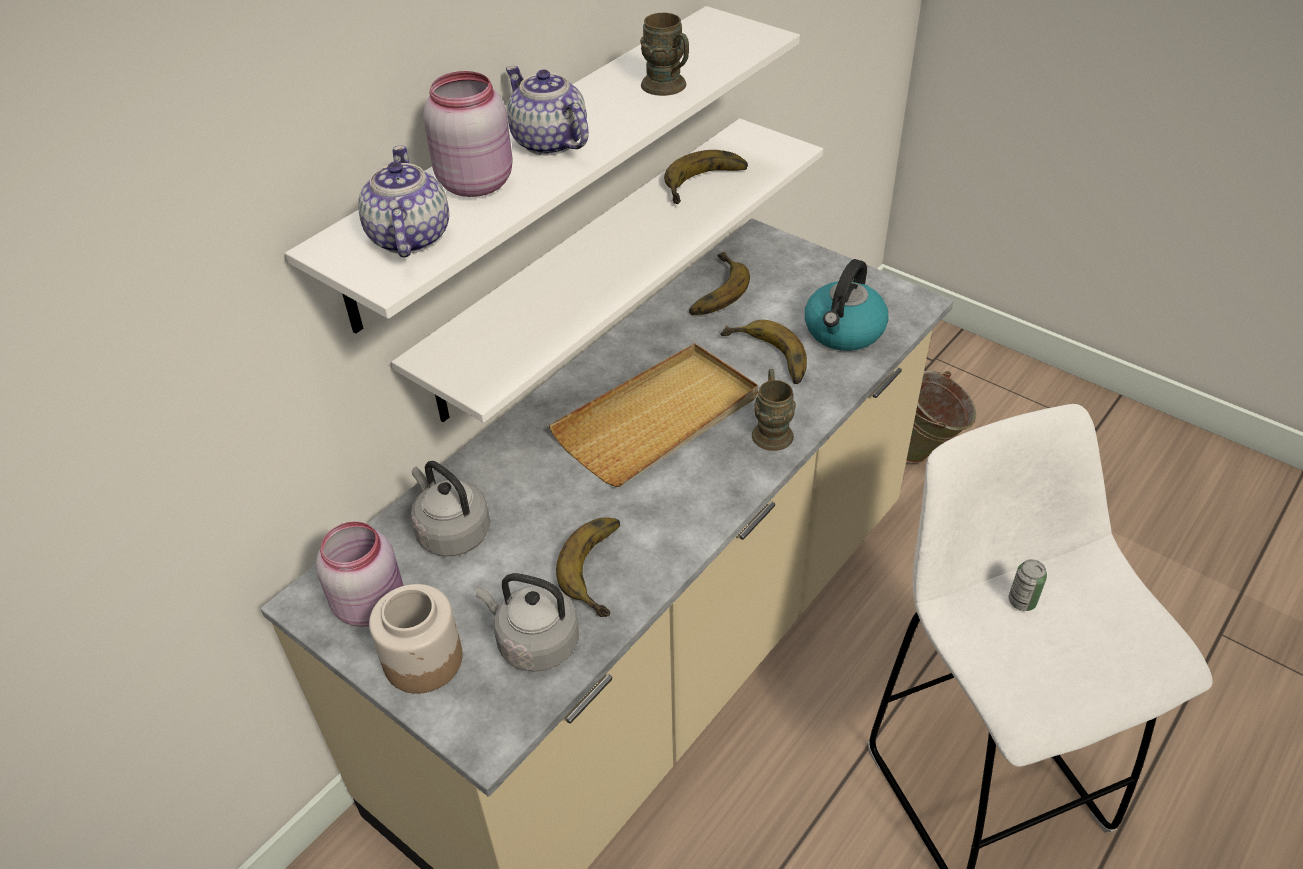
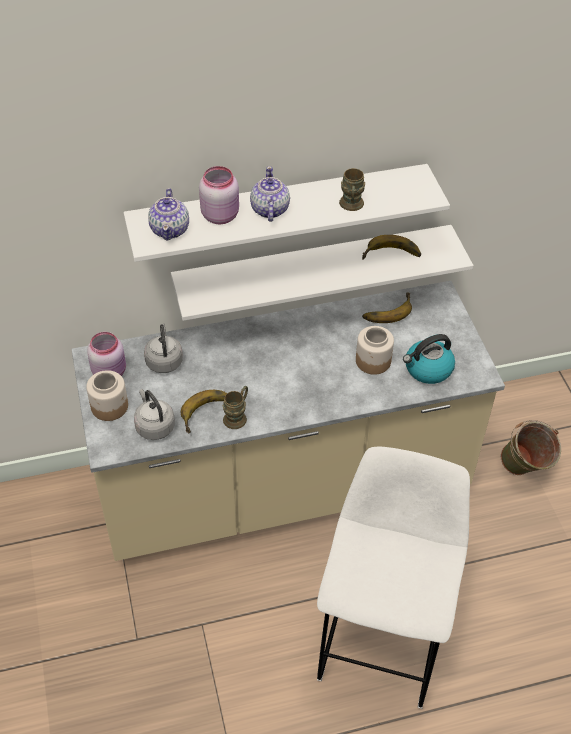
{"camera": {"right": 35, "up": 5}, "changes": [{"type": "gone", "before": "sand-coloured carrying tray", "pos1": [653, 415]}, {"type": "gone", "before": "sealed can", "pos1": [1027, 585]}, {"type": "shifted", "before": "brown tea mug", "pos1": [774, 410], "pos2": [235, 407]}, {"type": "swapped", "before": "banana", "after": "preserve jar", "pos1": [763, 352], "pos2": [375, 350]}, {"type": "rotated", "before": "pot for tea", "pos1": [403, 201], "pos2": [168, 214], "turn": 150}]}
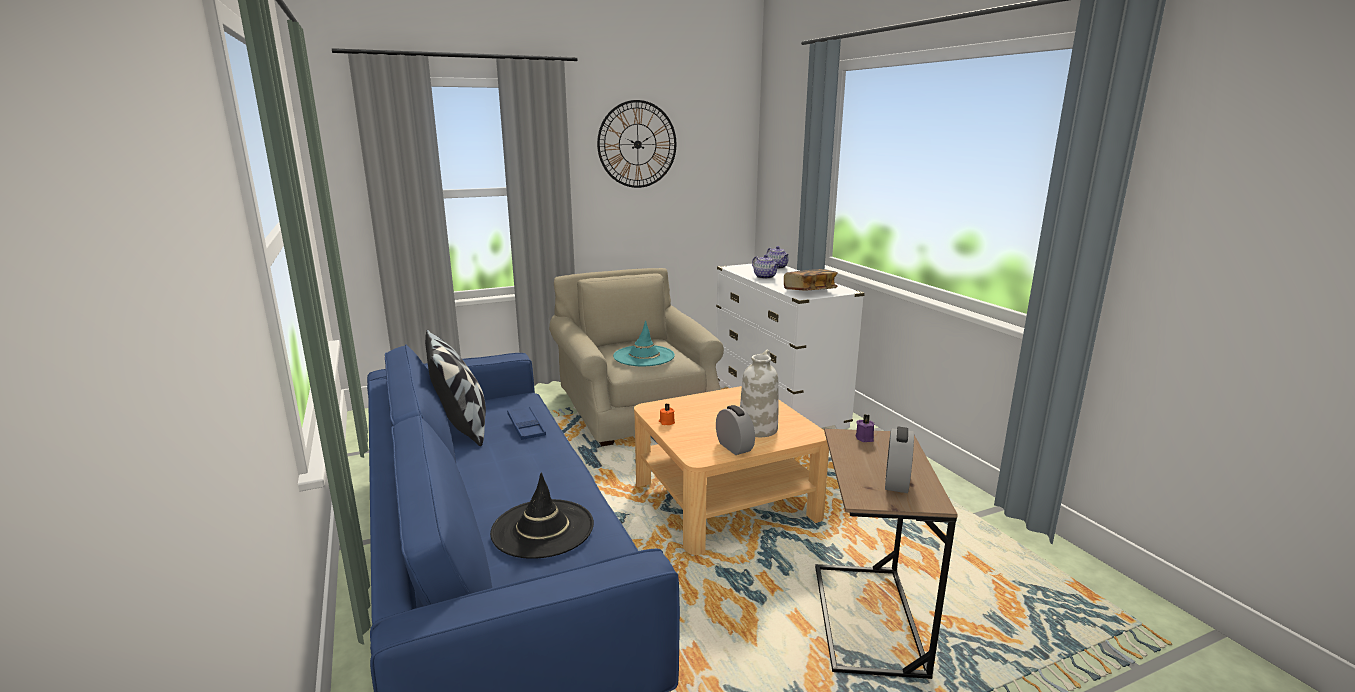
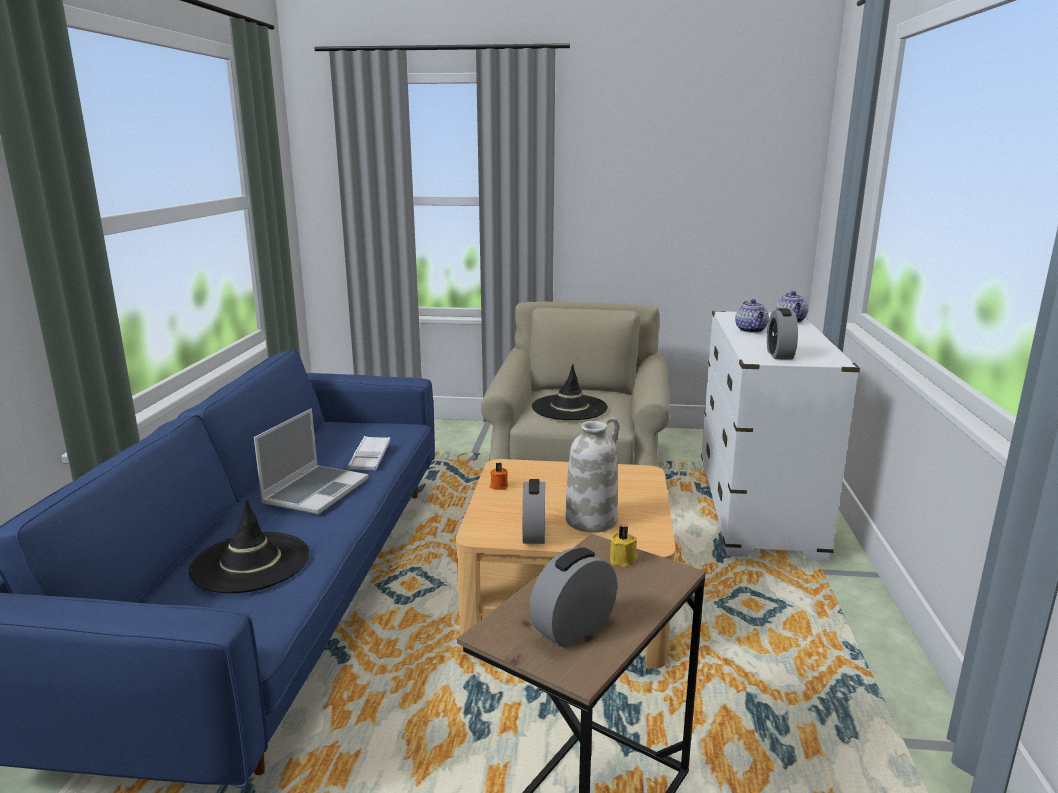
{"camera": {"right": 30, "up": 0}, "changes": [{"type": "gone", "before": "throw pillow", "pos1": [455, 387]}, {"type": "gone", "before": "wall clock", "pos1": [636, 144]}, {"type": "new", "after": "notebook computer", "pos2": [311, 461]}, {"type": "swapped", "before": "book", "after": "bedside clock", "pos1": [811, 279], "pos2": [782, 334]}, {"type": "repainted", "before": "bluish carrying tray", "after": "white-coloured carrying tray", "pos1": [526, 423], "pos2": [369, 453]}, {"type": "repainted", "before": "turquoise-coloured wearable hat", "after": "blackish wearable hat", "pos1": [644, 343], "pos2": [570, 392]}, {"type": "repainted", "before": "purple-coloured wax candle", "after": "yellow wax candle", "pos1": [865, 428], "pos2": [624, 547]}]}
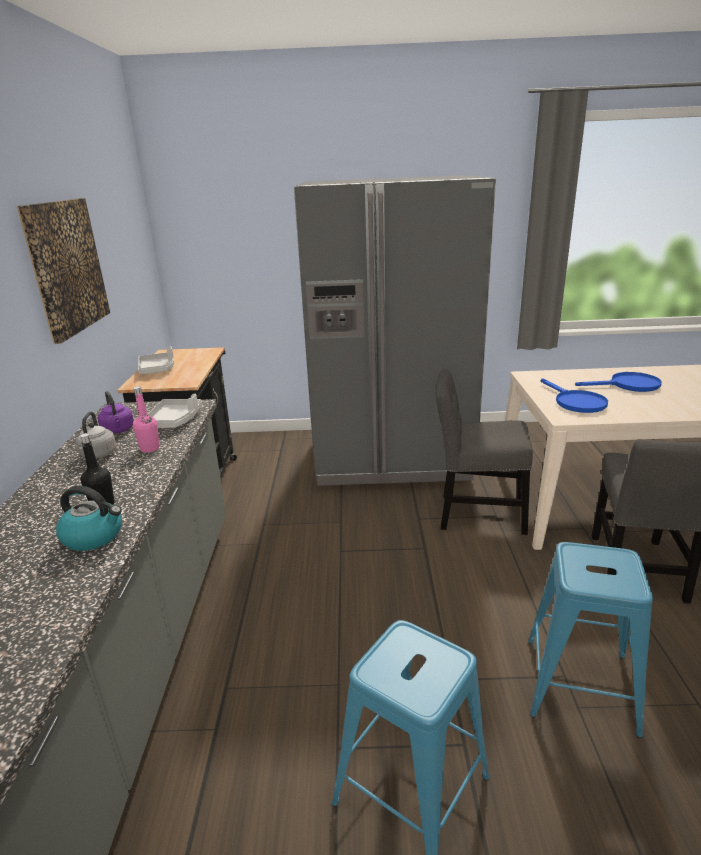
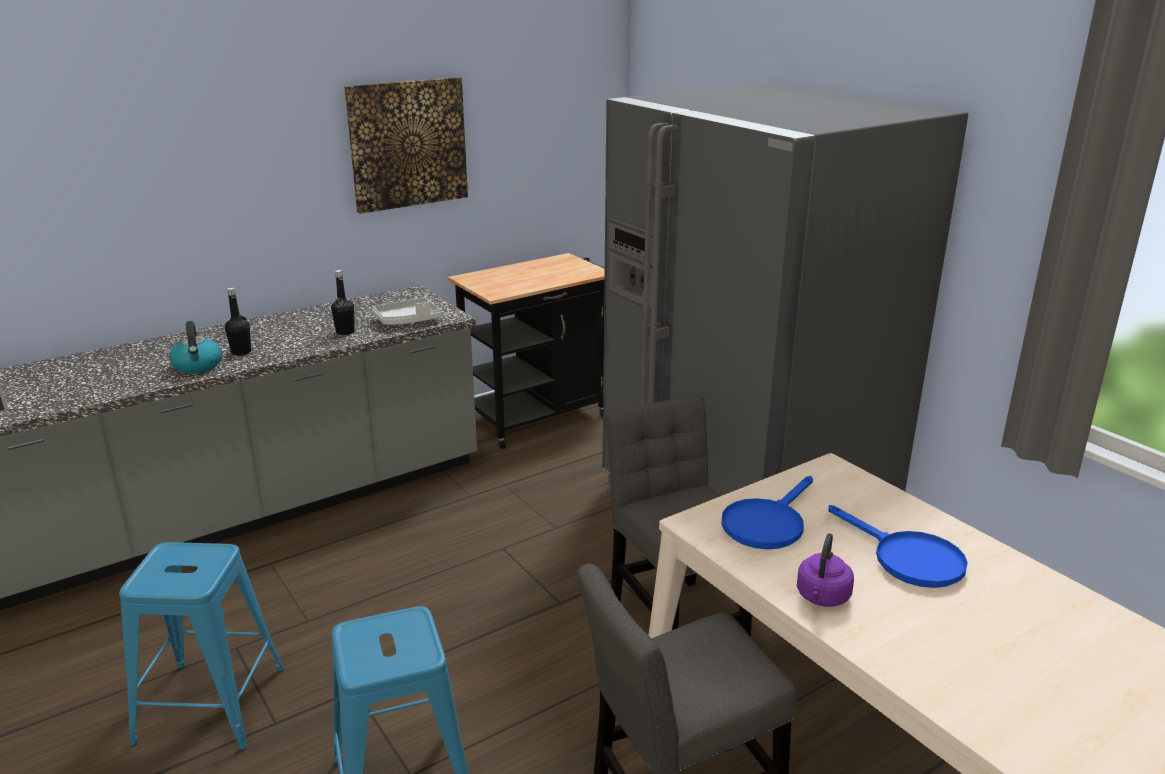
{"camera": {"right": 55, "up": 0}, "changes": [{"type": "gone", "before": "grey water kettle", "pos1": [96, 435]}, {"type": "gone", "before": "grey carrying tray", "pos1": [156, 360]}, {"type": "shifted", "before": "purple-coloured water kettle", "pos1": [116, 412], "pos2": [825, 570]}, {"type": "repainted", "before": "pink-coloured bottle", "after": "blackish bottle", "pos1": [146, 419], "pos2": [343, 302]}]}
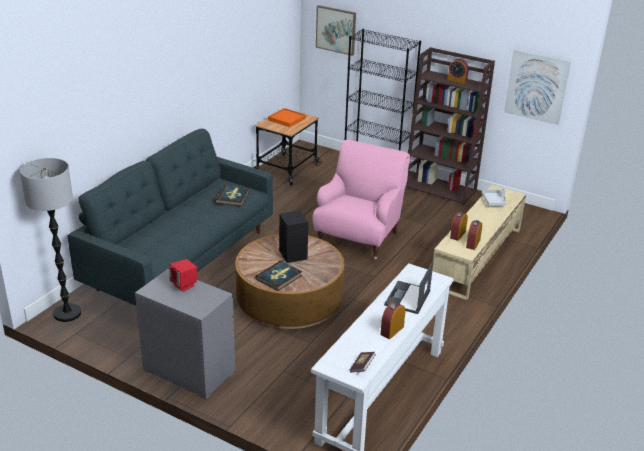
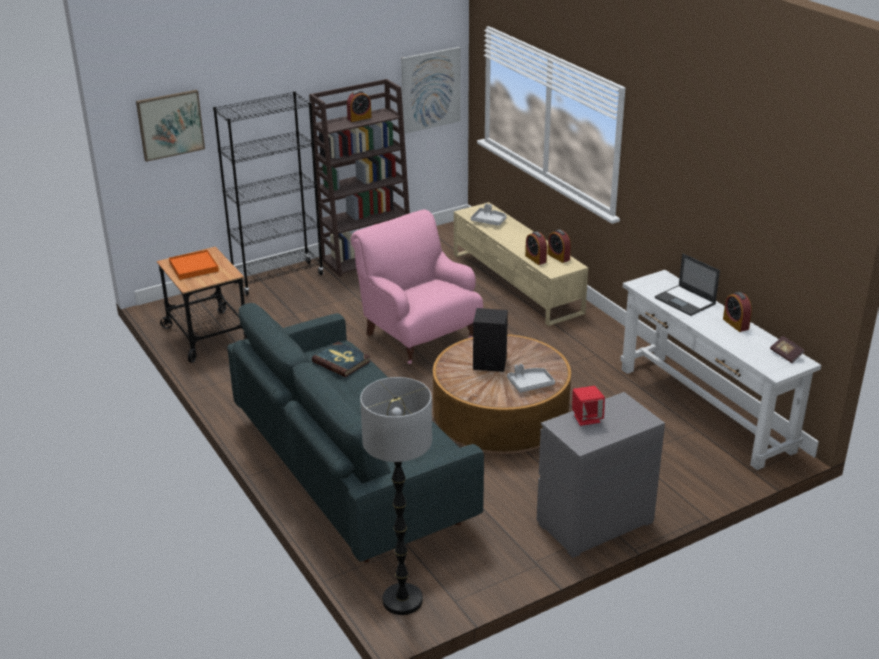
{"camera": {"right": -60, "up": 0}, "changes": [{"type": "swapped", "before": "book", "after": "grey carrying tray", "pos1": [278, 276], "pos2": [531, 378]}]}
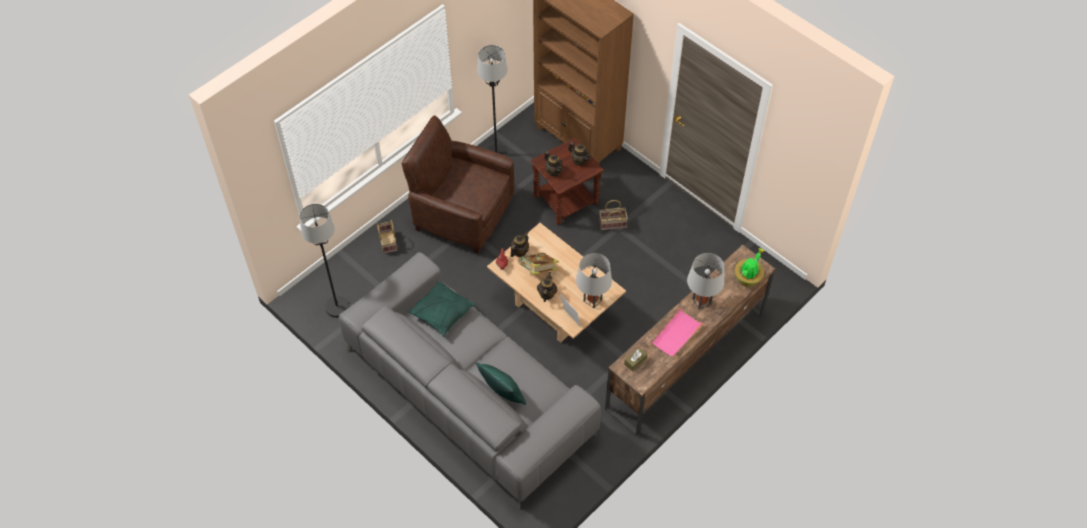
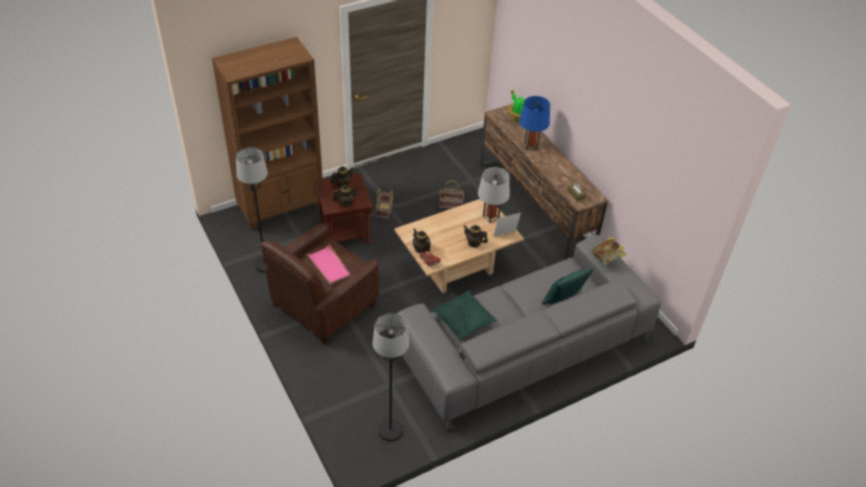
{"camera": {"right": -75, "up": -10}, "changes": [{"type": "shifted", "before": "basket", "pos1": [387, 237], "pos2": [451, 194]}, {"type": "shifted", "before": "book", "pos1": [539, 264], "pos2": [609, 251]}, {"type": "shifted", "before": "pink-coloured carrying tray", "pos1": [677, 332], "pos2": [328, 264]}, {"type": "repainted", "before": "grey tabletop lamp", "after": "bluish tabletop lamp", "pos1": [706, 281], "pos2": [534, 123]}]}
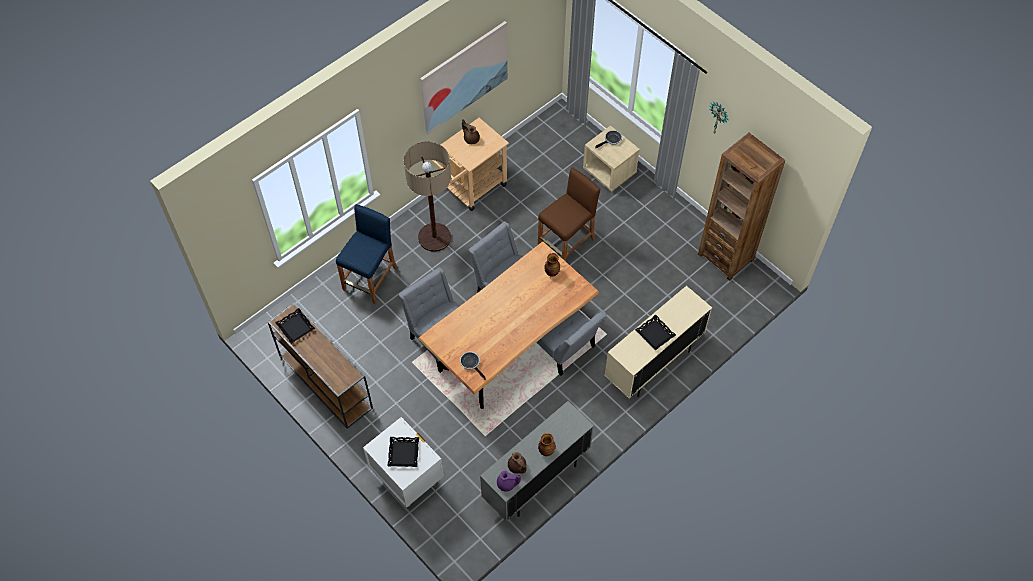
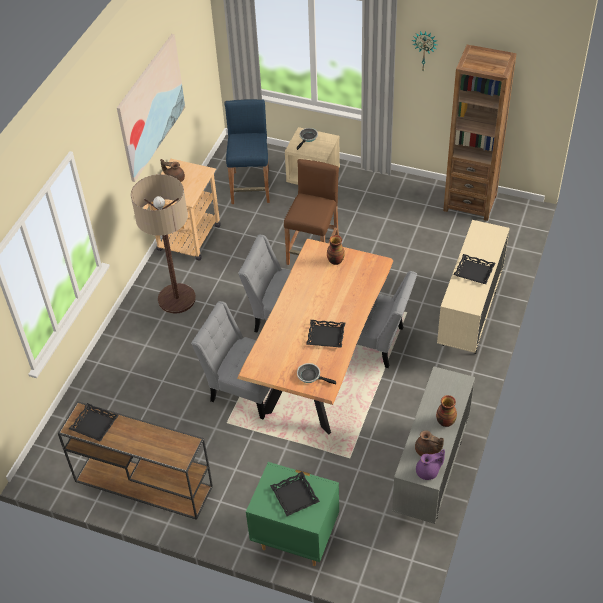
{"camera": {"right": -25, "up": -10}, "changes": [{"type": "new", "after": "blackish carrying tray", "pos2": [325, 334]}, {"type": "shifted", "before": "bluish sitting stool", "pos1": [367, 254], "pos2": [247, 151]}, {"type": "repainted", "before": "white-coloured nightstand", "after": "greenish nightstand", "pos1": [403, 462], "pos2": [292, 514]}]}
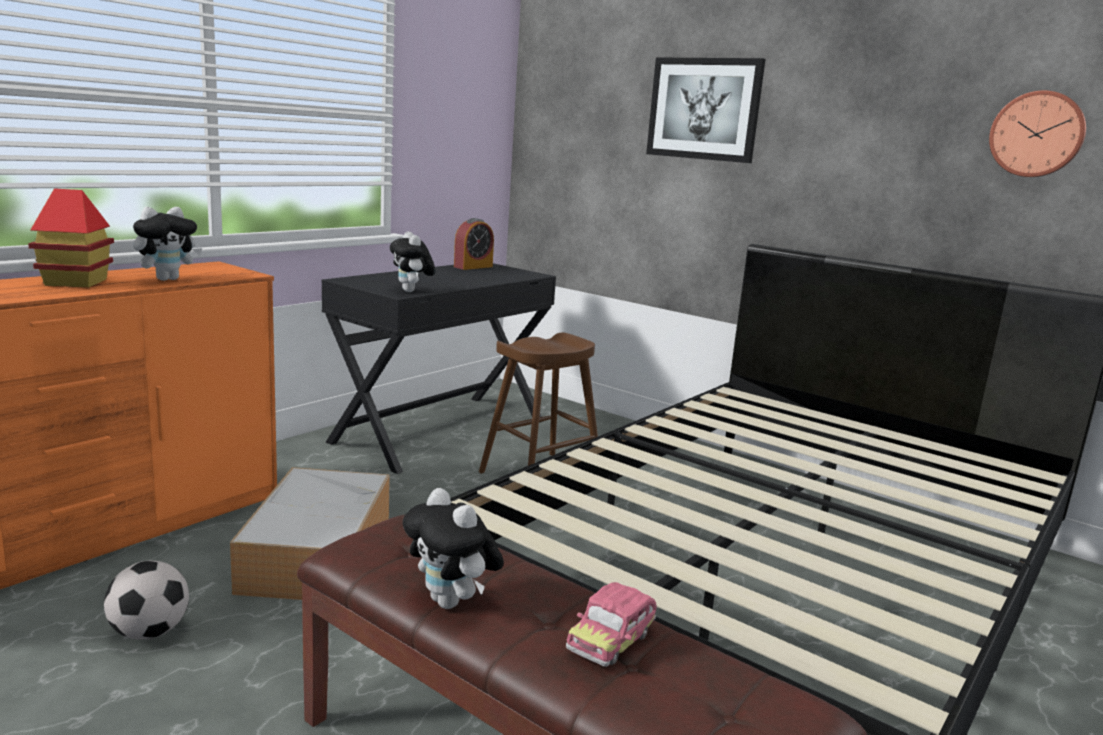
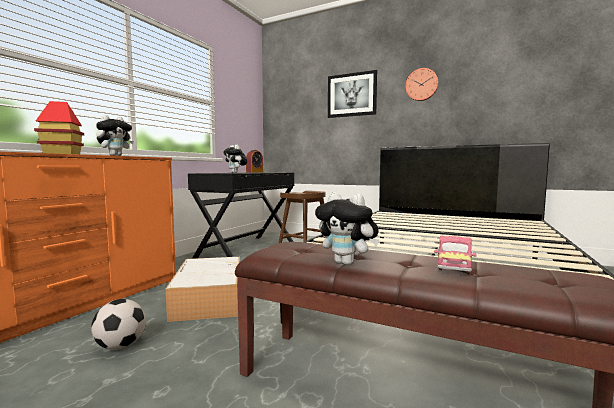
{"camera": {"right": -10, "up": -10}, "changes": [{"type": "shifted", "before": "wall clock", "pos1": [1037, 133], "pos2": [421, 84]}]}
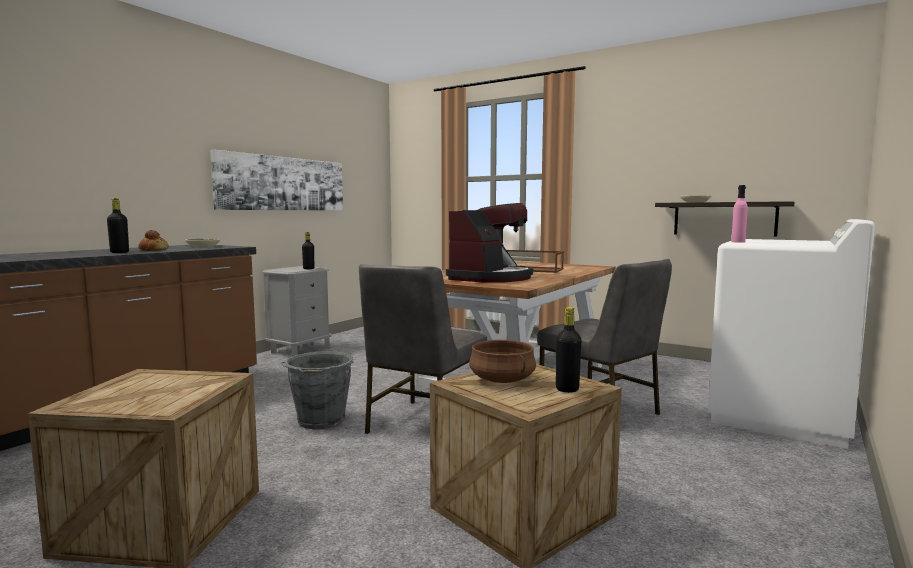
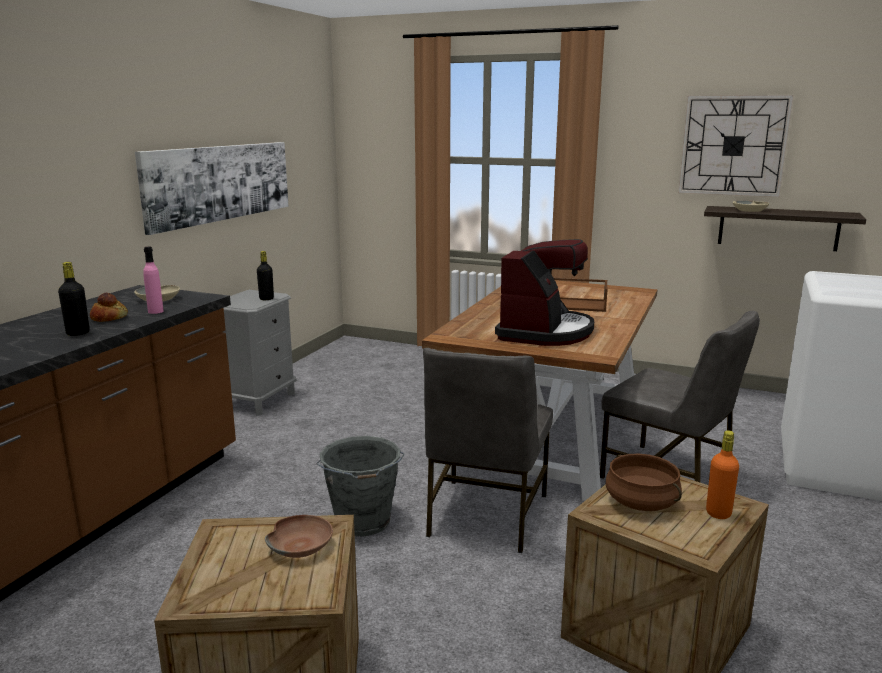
{"camera": {"right": -10, "up": 10}, "changes": [{"type": "new", "after": "brown deep dish", "pos2": [299, 536]}, {"type": "new", "after": "wall clock", "pos2": [736, 146]}, {"type": "shifted", "before": "pink-coloured bottle", "pos1": [739, 214], "pos2": [153, 280]}, {"type": "repainted", "before": "blackish bottle", "after": "orange-coloured bottle", "pos1": [568, 350], "pos2": [722, 474]}]}
